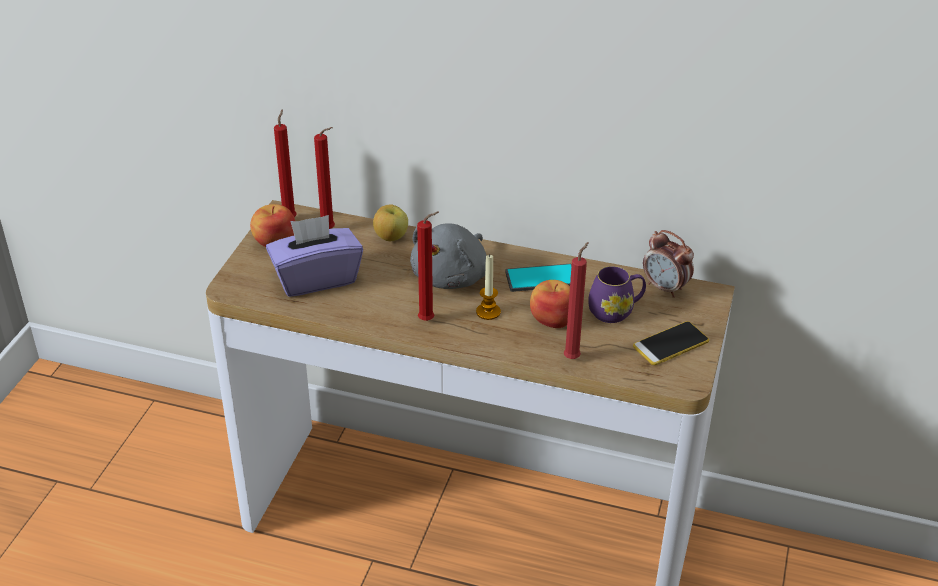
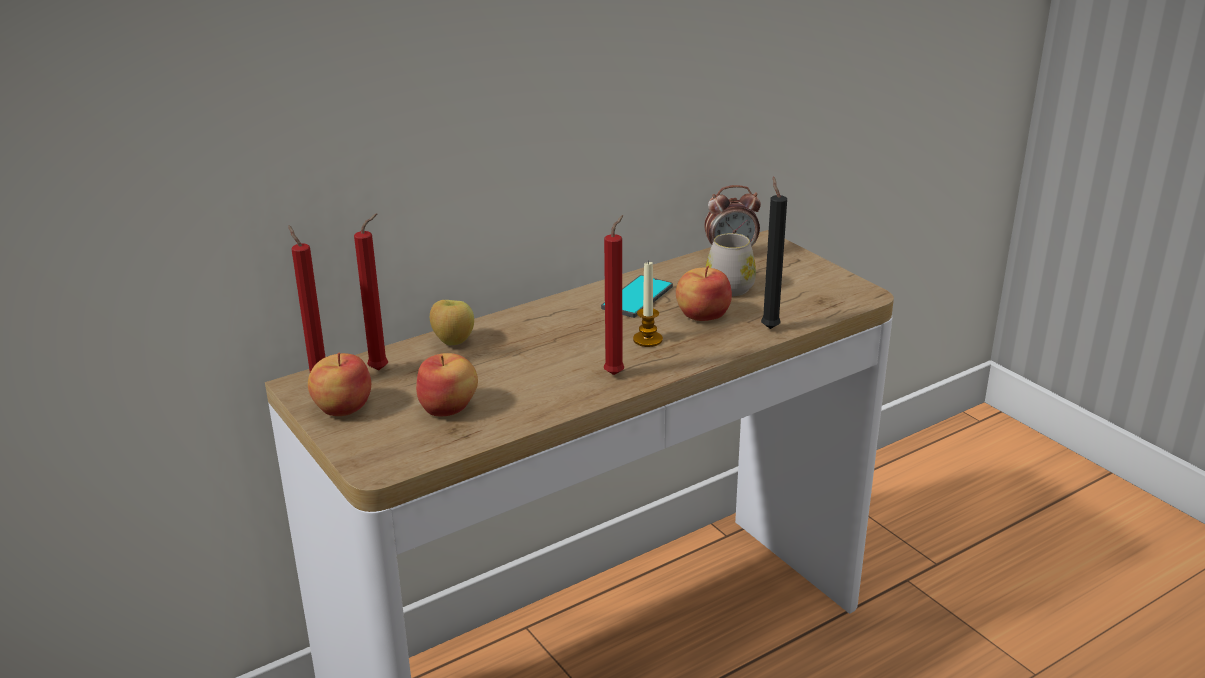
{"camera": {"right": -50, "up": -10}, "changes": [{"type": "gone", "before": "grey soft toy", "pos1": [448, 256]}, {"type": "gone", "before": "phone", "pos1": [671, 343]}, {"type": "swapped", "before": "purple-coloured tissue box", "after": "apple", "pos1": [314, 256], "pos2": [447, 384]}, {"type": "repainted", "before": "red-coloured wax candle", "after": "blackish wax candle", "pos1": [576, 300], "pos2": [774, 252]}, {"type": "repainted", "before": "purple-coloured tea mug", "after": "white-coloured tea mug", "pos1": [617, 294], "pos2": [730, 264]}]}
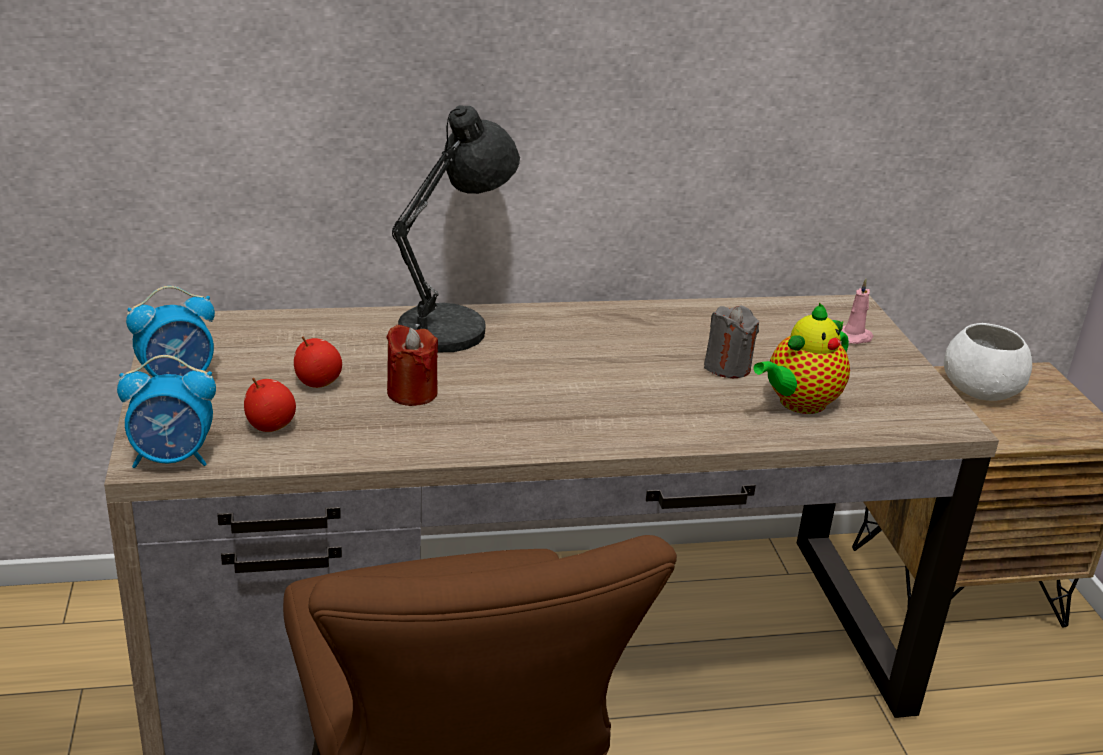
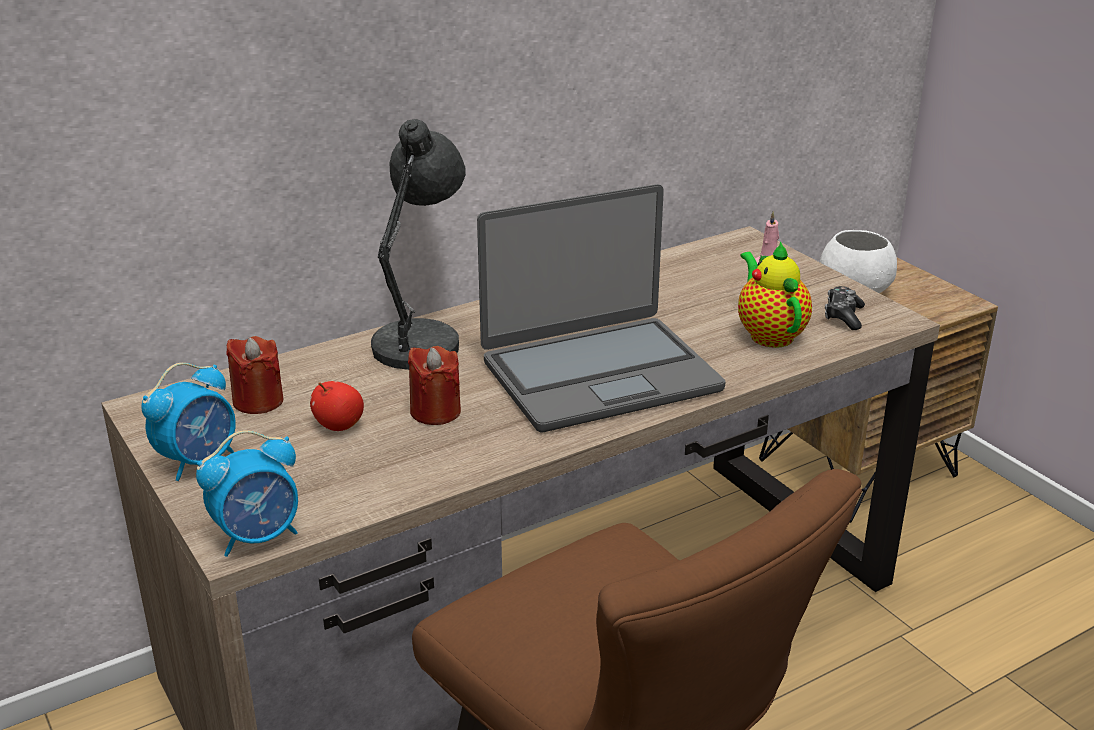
{"camera": {"right": -20, "up": 0}, "changes": [{"type": "gone", "before": "apple", "pos1": [270, 405]}, {"type": "gone", "before": "grey wax candle", "pos1": [732, 341]}, {"type": "new", "after": "red-coloured wax candle", "pos2": [254, 375]}, {"type": "new", "after": "notebook computer", "pos2": [601, 308]}, {"type": "new", "after": "joypad", "pos2": [845, 308]}, {"type": "rotated", "before": "pot for tea", "pos1": [802, 358], "pos2": [775, 294], "turn": 135}]}
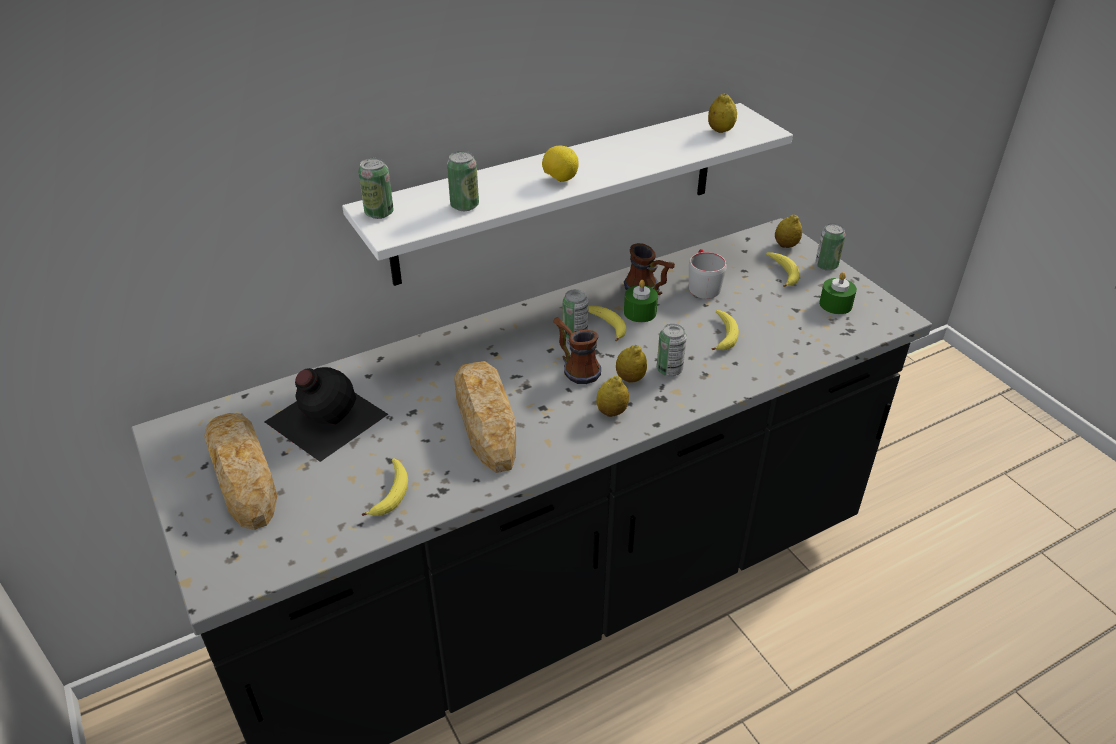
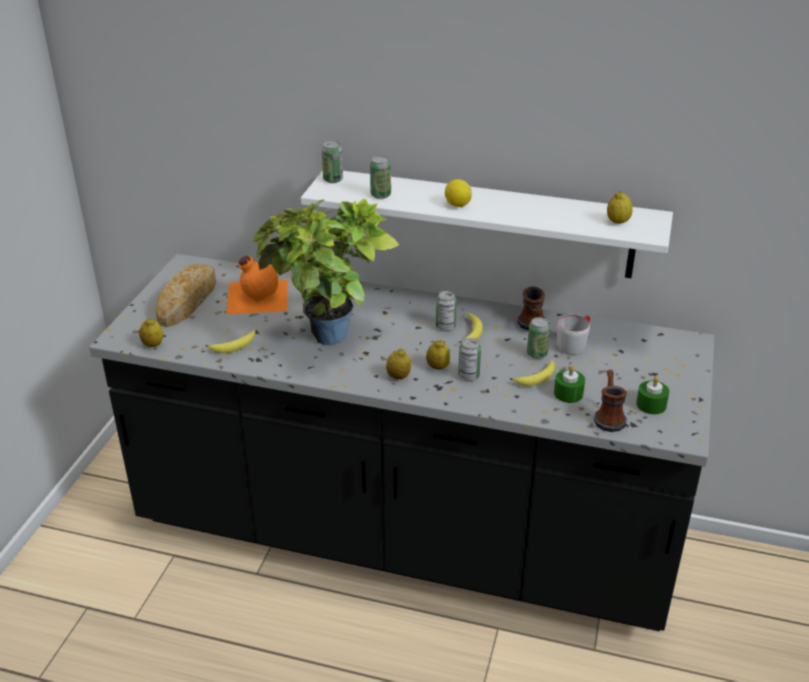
{"camera": {"right": 45, "up": -5}, "changes": [{"type": "gone", "before": "banana", "pos1": [783, 269]}, {"type": "shifted", "before": "tea mug", "pos1": [577, 350], "pos2": [610, 400]}, {"type": "shifted", "before": "greenish wax candle", "pos1": [641, 301], "pos2": [569, 384]}, {"type": "shifted", "before": "citrus fruit", "pos1": [788, 231], "pos2": [151, 332]}, {"type": "shifted", "before": "sealed can", "pos1": [830, 247], "pos2": [538, 338]}, {"type": "swapped", "before": "baked bread", "after": "houseplant", "pos1": [485, 417], "pos2": [326, 271]}, {"type": "repainted", "before": "blackish bottle", "after": "orange-coloured bottle", "pos1": [326, 414], "pos2": [257, 285]}]}
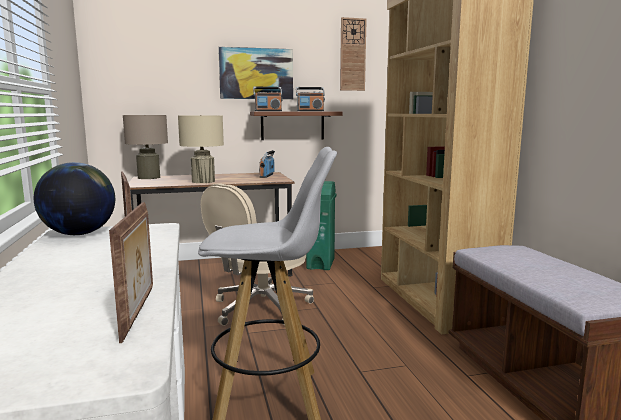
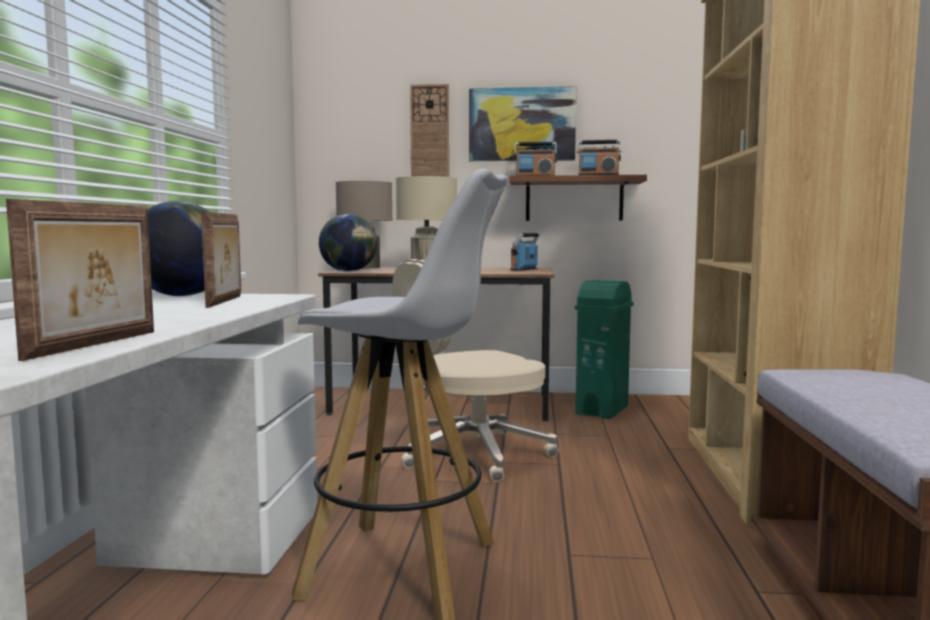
{"camera": {"right": 20, "up": -5}, "changes": [{"type": "new", "after": "globe", "pos2": [348, 243]}, {"type": "shifted", "before": "wall clock", "pos1": [353, 54], "pos2": [429, 130]}]}
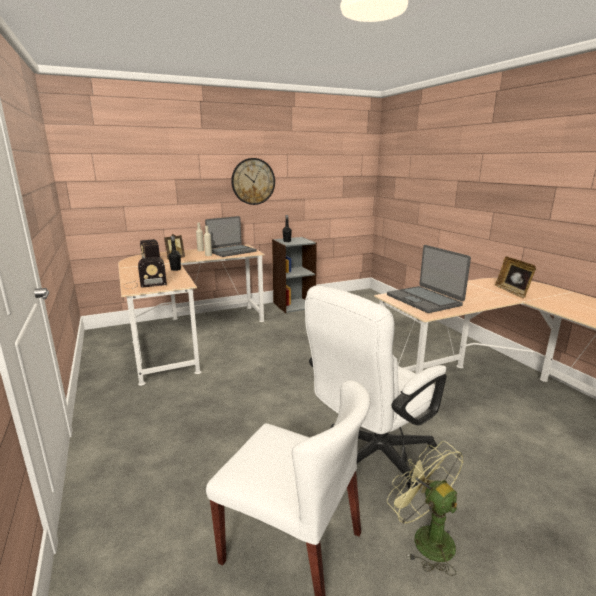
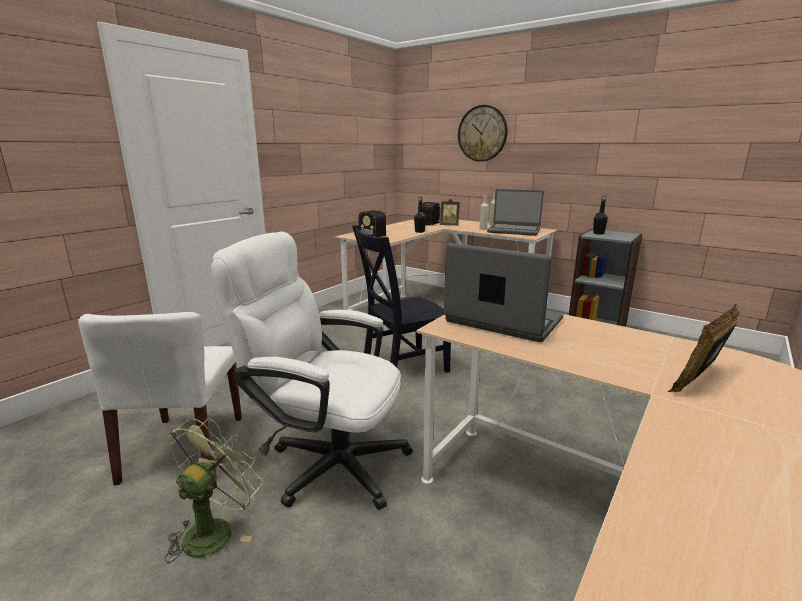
{"camera": {"right": 60, "up": 0}, "changes": [{"type": "new", "after": "blackish upright chair", "pos2": [401, 299]}, {"type": "shifted", "before": "wall clock", "pos1": [253, 181], "pos2": [483, 133]}, {"type": "rotated", "before": "notebook computer", "pos1": [429, 279], "pos2": [503, 292], "turn": 90}]}
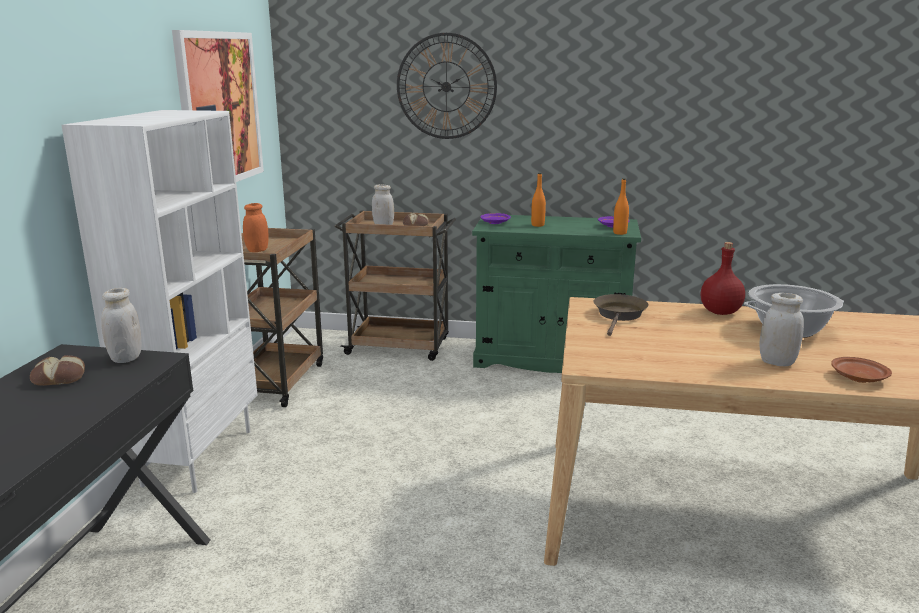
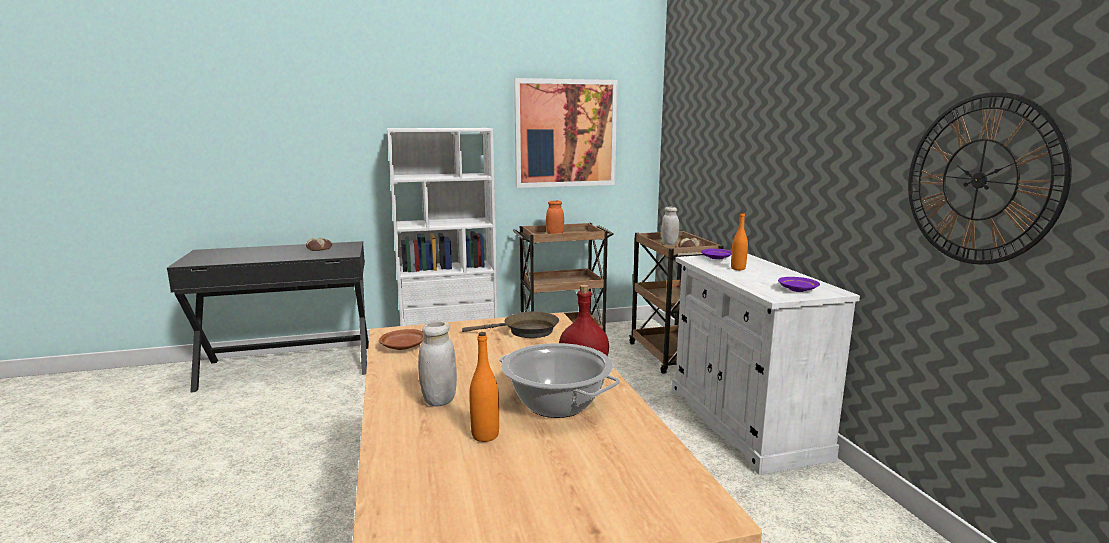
{"camera": {"right": 65, "up": -5}, "changes": [{"type": "gone", "before": "white-coloured preserve jar", "pos1": [121, 325]}, {"type": "shifted", "before": "wall clock", "pos1": [447, 86], "pos2": [990, 178]}, {"type": "shifted", "before": "orange-coloured bottle", "pos1": [621, 206], "pos2": [484, 387]}, {"type": "shifted", "before": "brown plate", "pos1": [861, 370], "pos2": [401, 339]}, {"type": "repainted", "before": "greenish cupboard", "after": "white-coloured cupboard", "pos1": [556, 293], "pos2": [766, 363]}]}
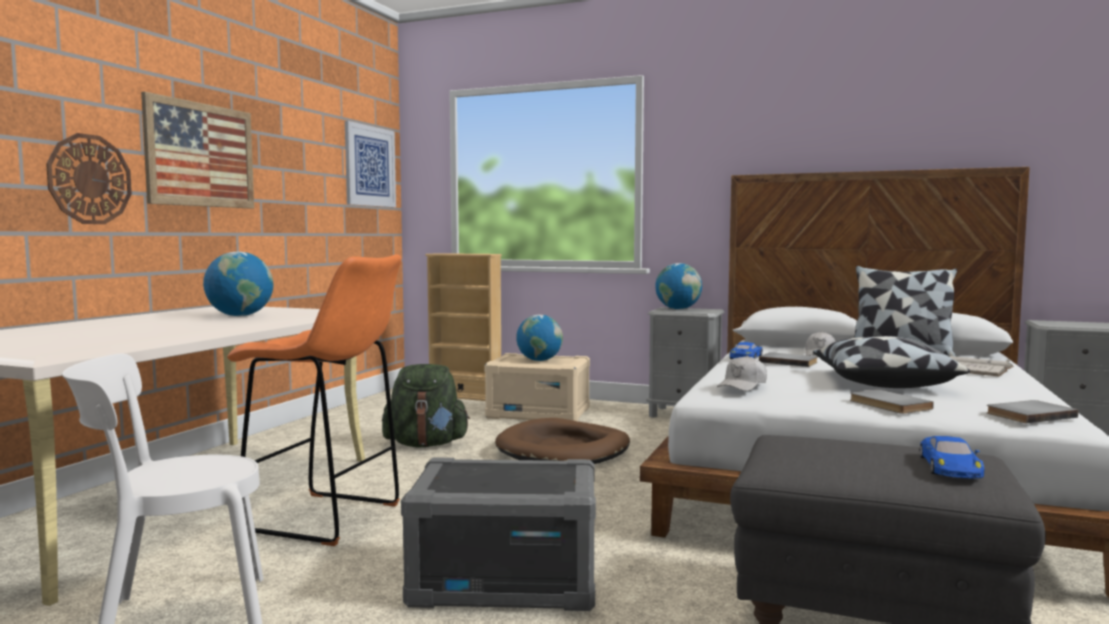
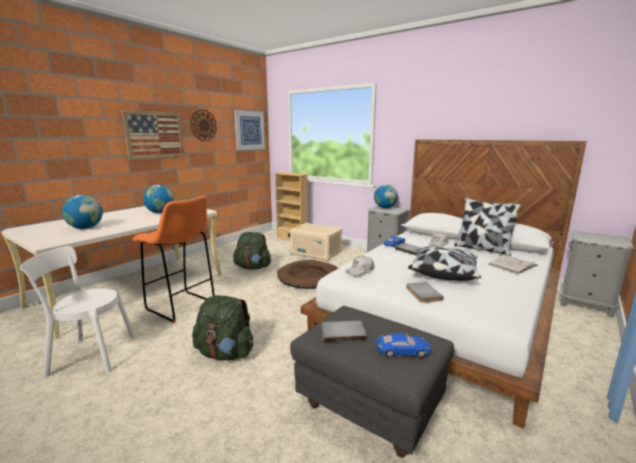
{"camera": {"right": 15, "up": 10}, "changes": [{"type": "shifted", "before": "wall clock", "pos1": [89, 178], "pos2": [203, 125]}, {"type": "shifted", "before": "globe", "pos1": [539, 337], "pos2": [82, 212]}, {"type": "shifted", "before": "grey book", "pos1": [1033, 411], "pos2": [344, 331]}, {"type": "swapped", "before": "grey storage bin", "after": "greenish backpack", "pos1": [498, 534], "pos2": [222, 328]}, {"type": "rotated", "before": "bluish miniature car", "pos1": [952, 457], "pos2": [403, 345], "turn": -120}]}
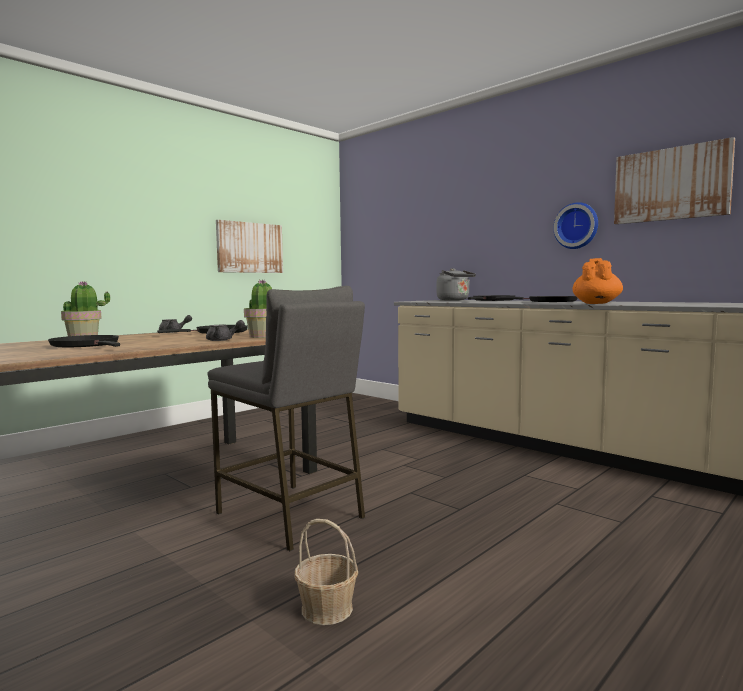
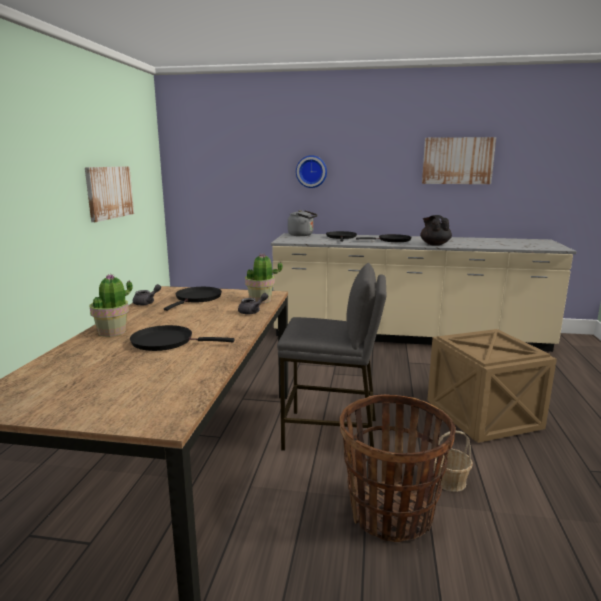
{"camera": {"right": -35, "up": 10}, "changes": [{"type": "new", "after": "basket", "pos2": [398, 468]}, {"type": "new", "after": "crate", "pos2": [492, 386]}, {"type": "shifted", "before": "wall clock", "pos1": [575, 225], "pos2": [311, 171]}, {"type": "repainted", "before": "orange-coloured pot for tea", "after": "blackish pot for tea", "pos1": [597, 281], "pos2": [436, 230]}]}
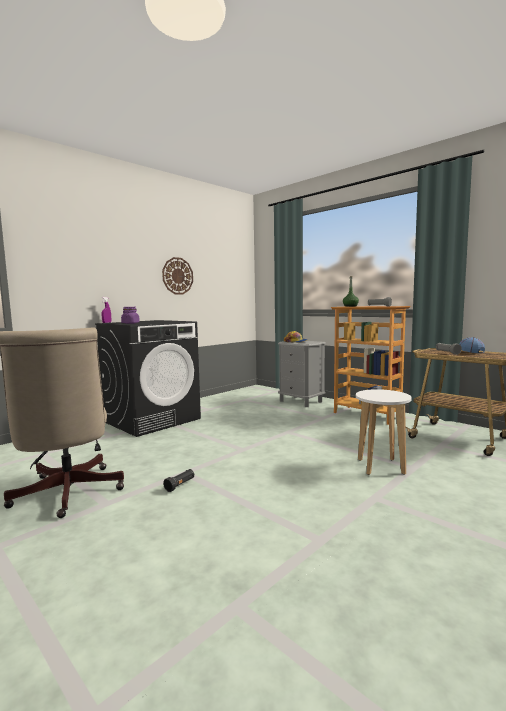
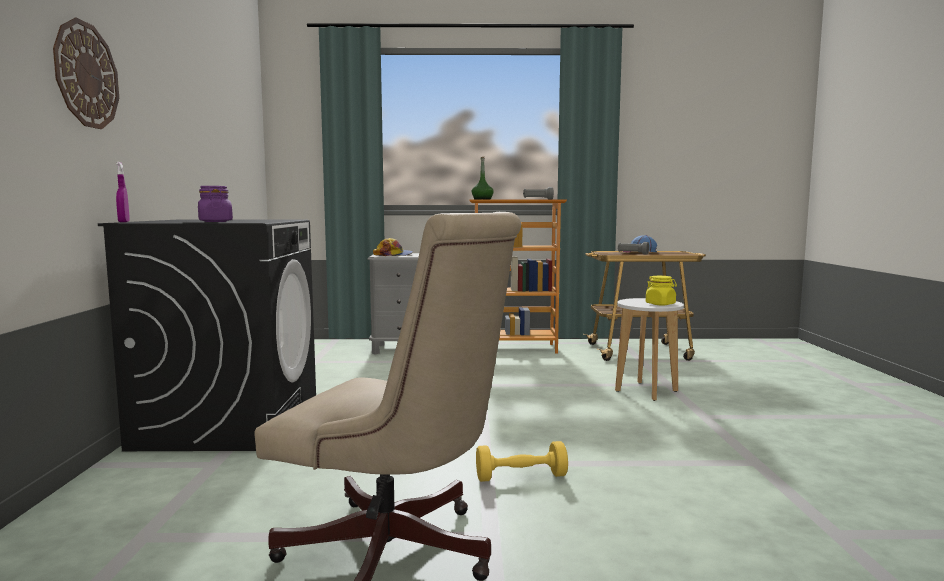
{"camera": {"right": -45, "up": 0}, "changes": [{"type": "new", "after": "yellow preserve jar", "pos2": [661, 291]}, {"type": "shifted", "before": "wall clock", "pos1": [177, 275], "pos2": [86, 73]}, {"type": "swapped", "before": "blackish flashlight", "after": "yellow free weight", "pos1": [178, 480], "pos2": [522, 461]}]}
